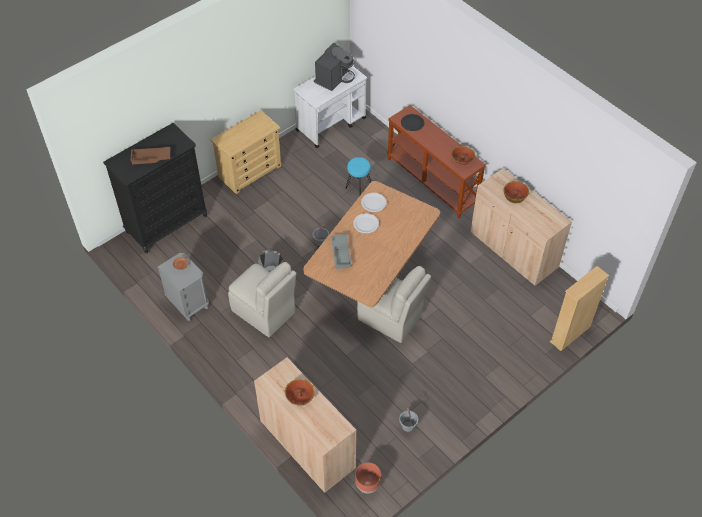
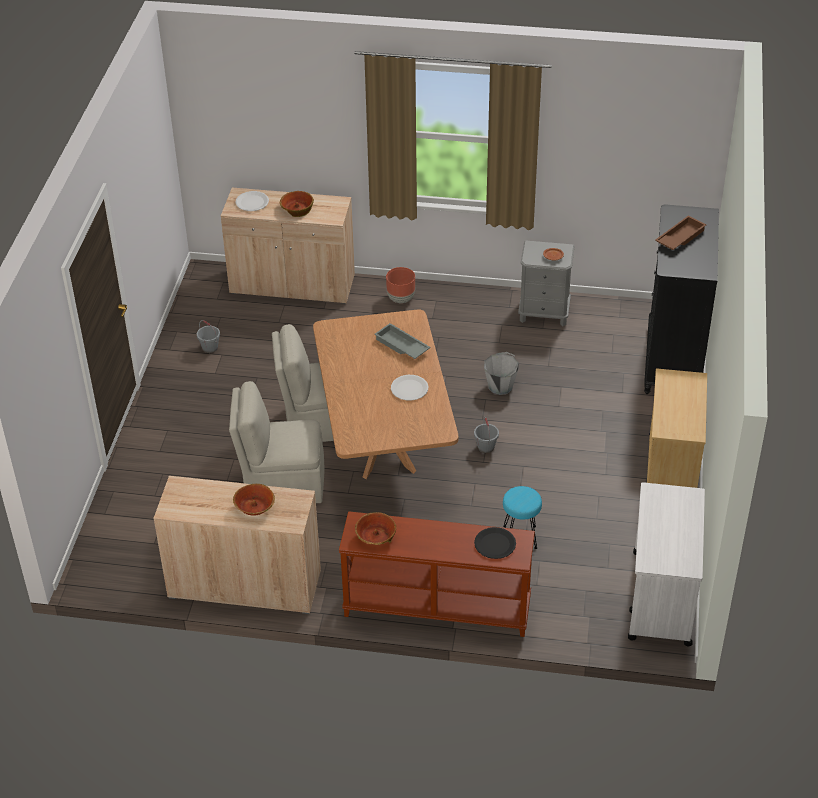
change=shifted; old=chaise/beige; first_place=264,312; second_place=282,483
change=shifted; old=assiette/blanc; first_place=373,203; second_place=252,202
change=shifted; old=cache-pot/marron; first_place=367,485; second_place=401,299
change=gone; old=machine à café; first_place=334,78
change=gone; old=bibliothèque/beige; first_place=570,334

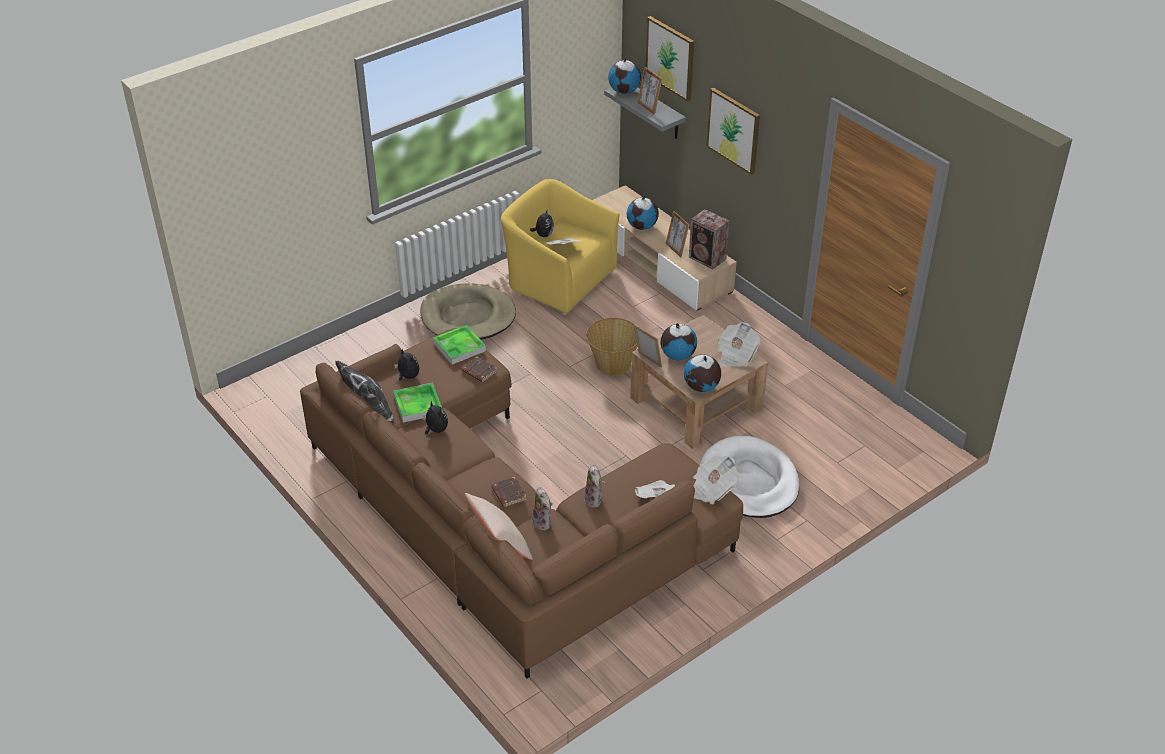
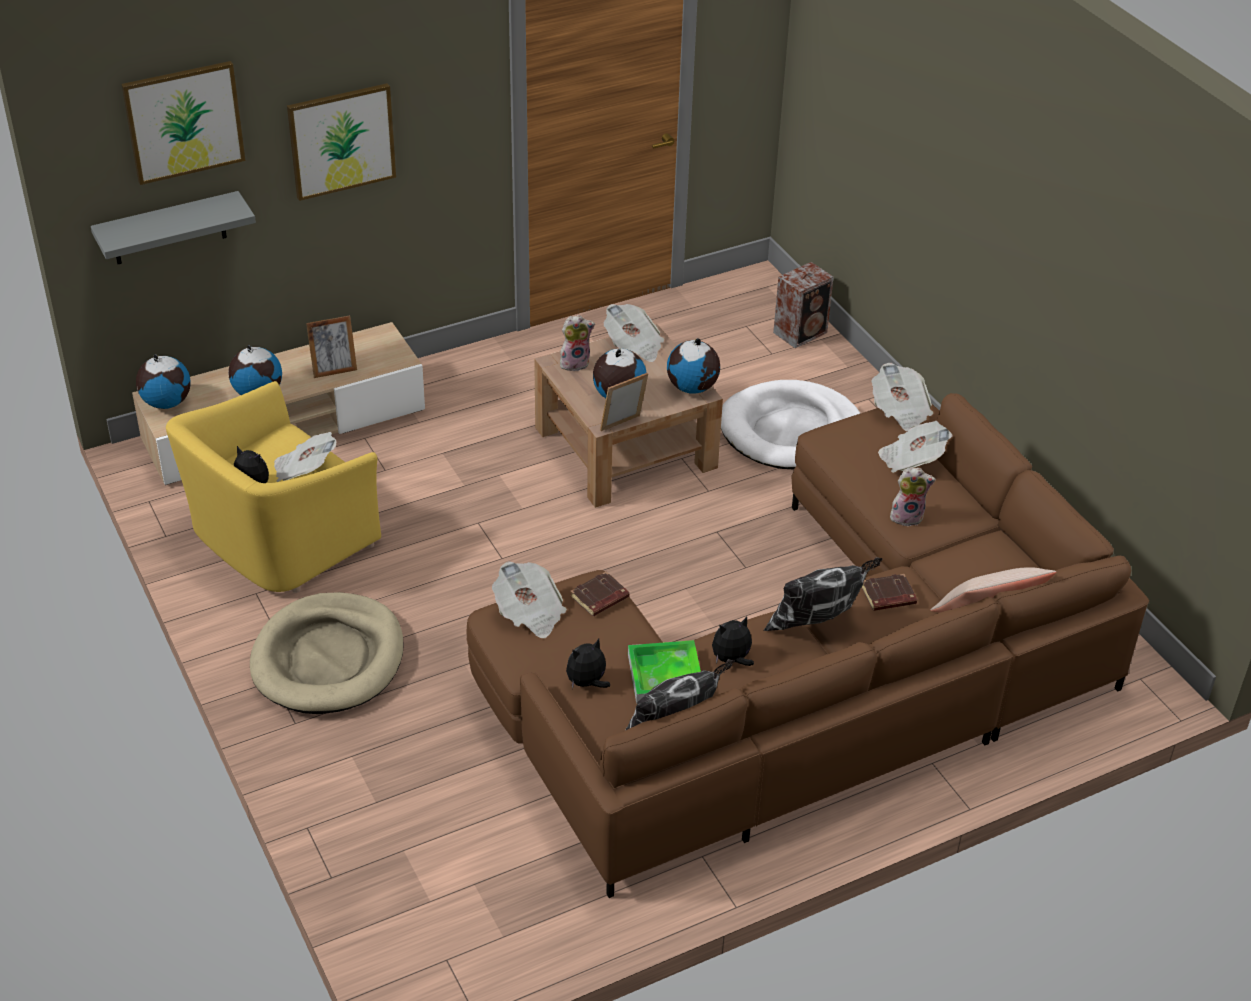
change=shifted; old=globe; first_place=624,91; second_place=166,402
change=swapped; old=plateau; new=journal; first_place=459,347; second_place=529,613
change=shifted; old=peluche; first_place=543,522; second_place=575,363
change=new; new=coussin; second_place=817,629
change=shifted; old=enceinte; first_place=708,259; second_place=801,332
change=gone; old=panier; first_place=612,364
change=gone; old=cadre photo; first_place=649,107

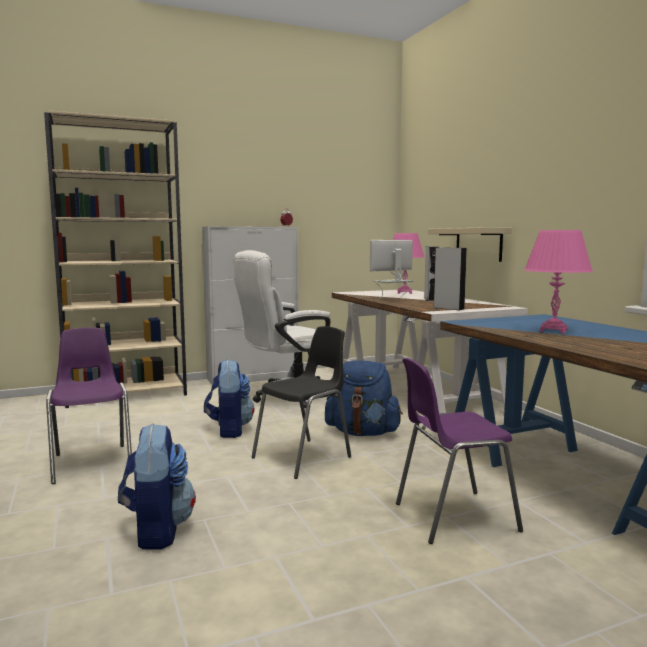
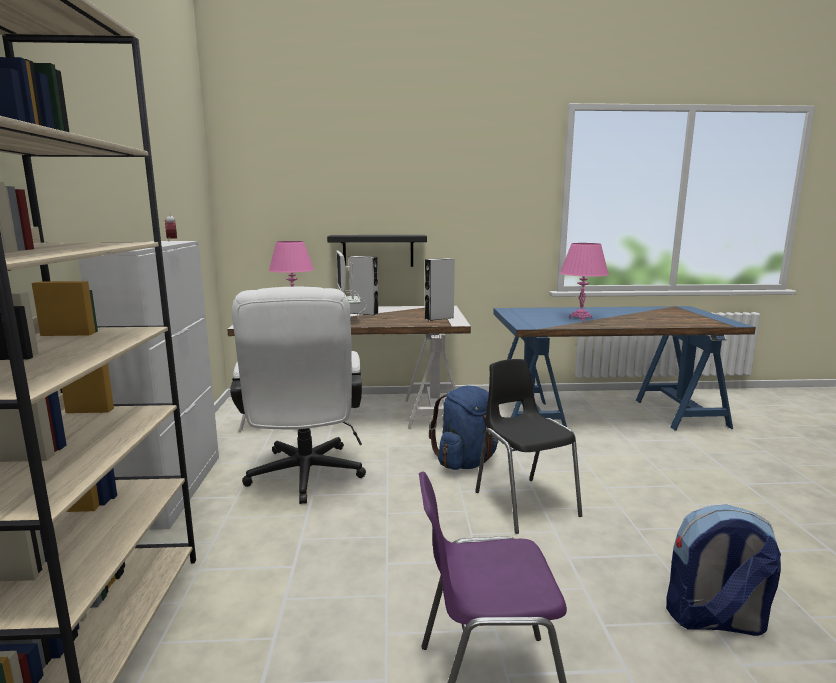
change=repainted; old=étagère/beige; new=étagère/noir; first_place=478,244; second_place=378,250
change=gone; old=sac à dos; first_place=229,430
change=gone; old=chaise/violet; first_place=452,517

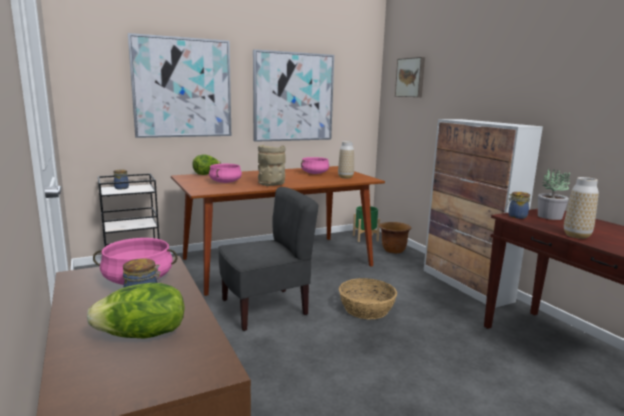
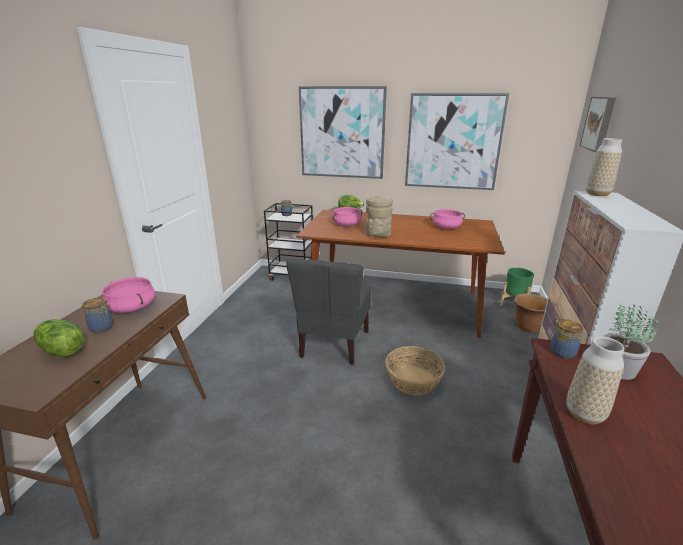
change=rotated; old=chaise/gris; first_place=265,308; second_place=333,344; degrees=90
change=shifted; old=vase; first_place=345,177; second_place=597,194

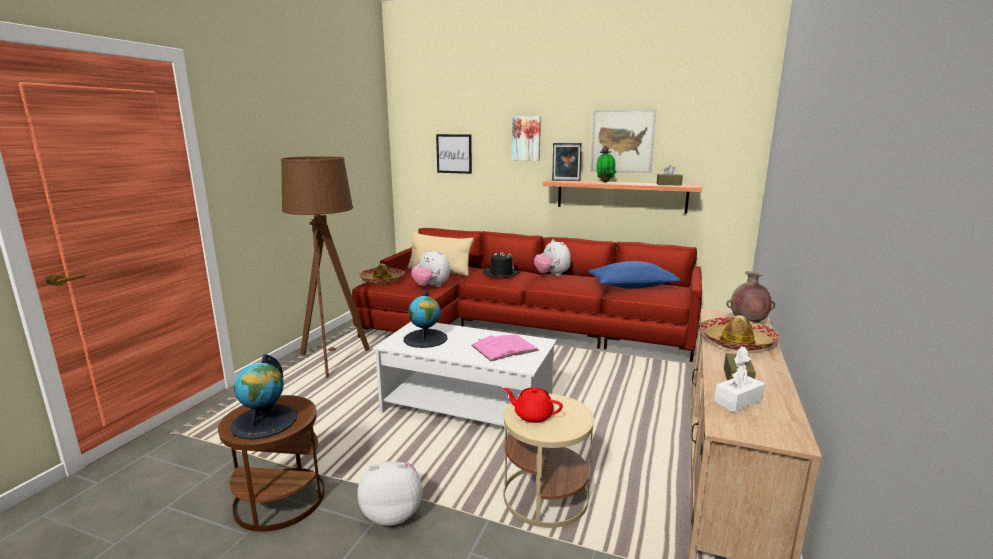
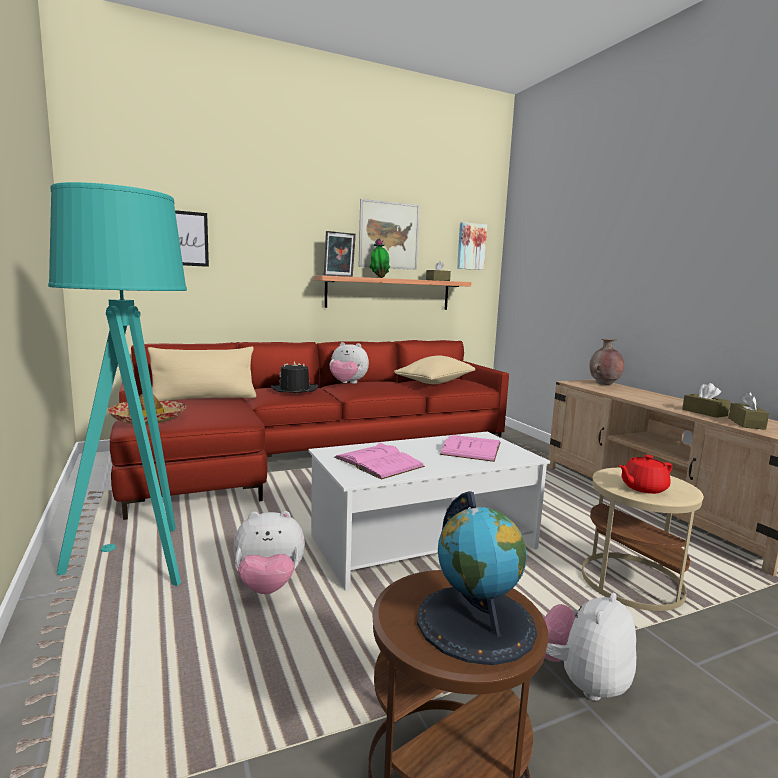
change=repainted; old=lampadaire/marron; new=lampadaire/turquoise; first_place=333,360; second_place=139,560
change=shifted; old=peluche; first_place=431,286; second_place=268,585
change=swapped; old=globe; new=livre/rose; first_place=425,338; second_place=378,462
change=repainted; old=coussin/bleu; new=coussin/beige; first_place=632,287; second_place=435,382
change=shifted; old=tableau; first_place=526,138; second_place=470,246
change=repainted; old=boîte à mouchoirs/blanc; new=boîte à mouchoirs/marron; first_place=738,401; second_place=746,423
change=gone; old=chapeau; first_place=737,342

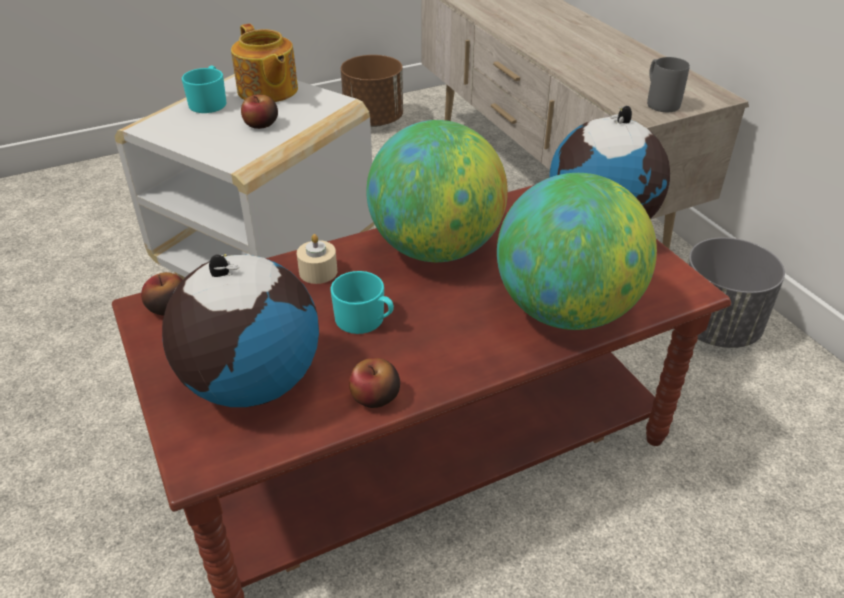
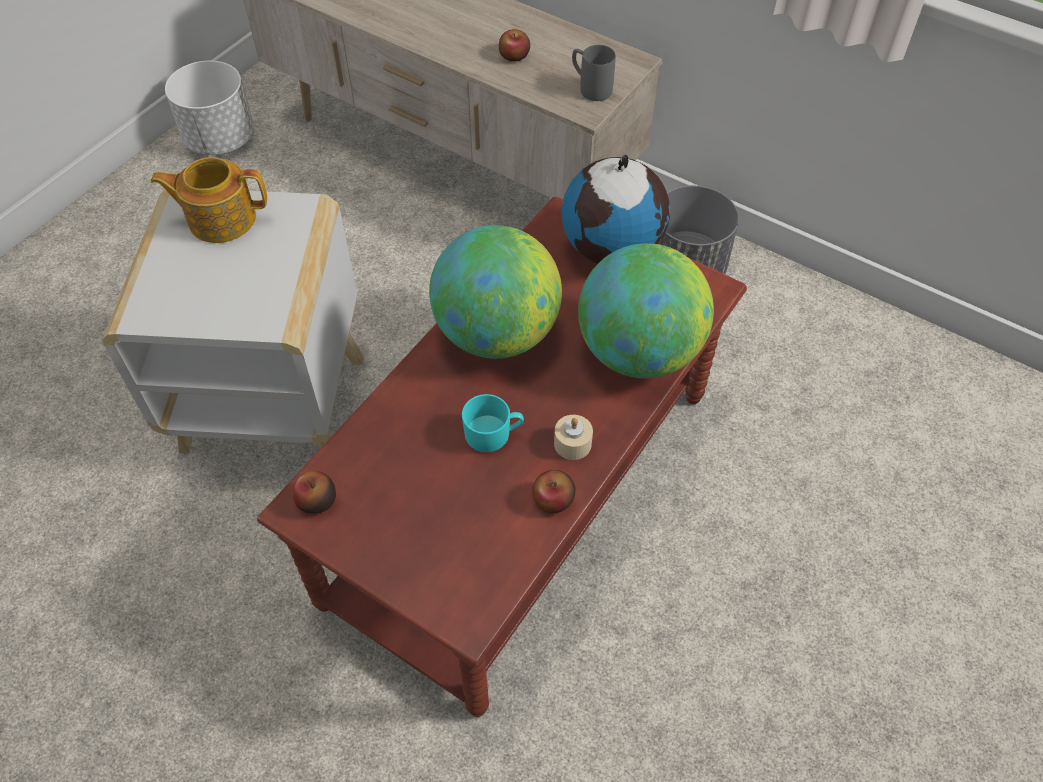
change=rotated; old=théière; first_place=267,91; second_place=220,218; degrees=150
change=repainted; old=cache-pot/marron; new=cache-pot/blanc; first_place=373,120; second_place=220,139
change=shifted; old=pomme; first_place=261,124; second_place=514,56
change=shifted; old=bougie/beige; first_place=318,272; second_place=572,444
change=gone; old=globe; first_place=251,383
change=gone; old=mug/turquoise; first_place=209,102

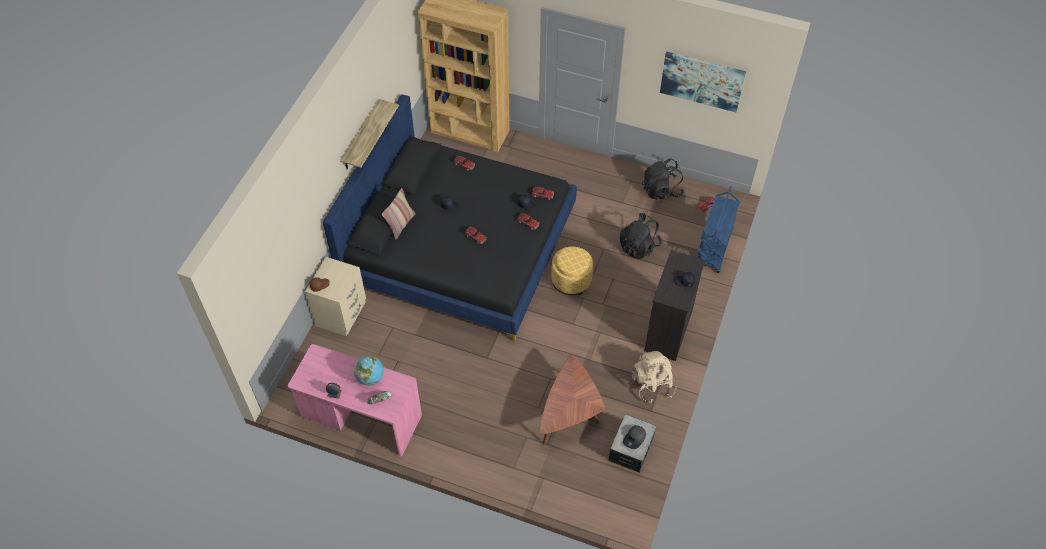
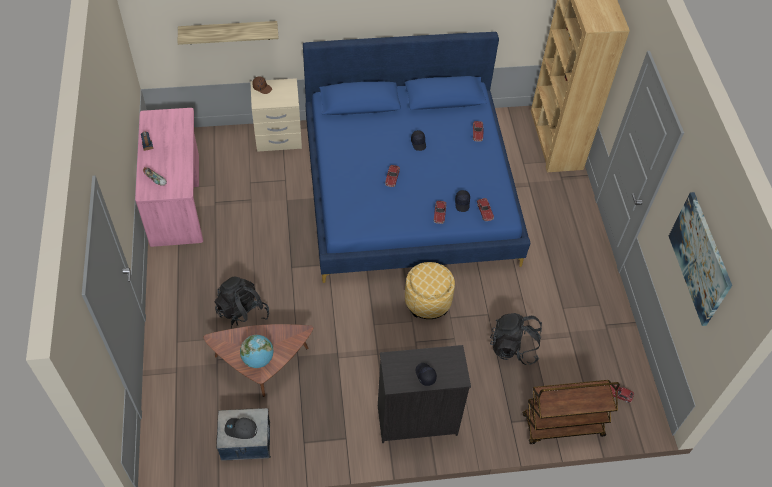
change=shifted; old=étagère; first_place=361,136; second_place=229,32
change=shifted; old=sac à dos/noir; first_place=661,190; second_place=242,314
change=shifted; old=globe; first_place=370,378; second_place=258,359
change=repainted; old=lit/noir; new=lit/bleu; first_place=459,246; second_place=409,190
change=repainted; old=chariot/bleu; new=chariot/marron; first_place=714,249; second_place=562,426
change=gone; old=coussin; first_place=400,224
change=gone; old=sac à dos/beige; first_place=652,385

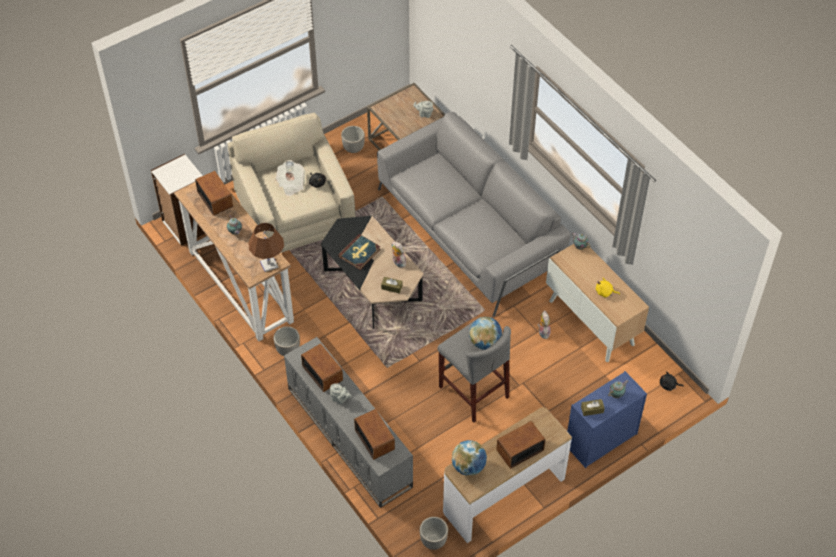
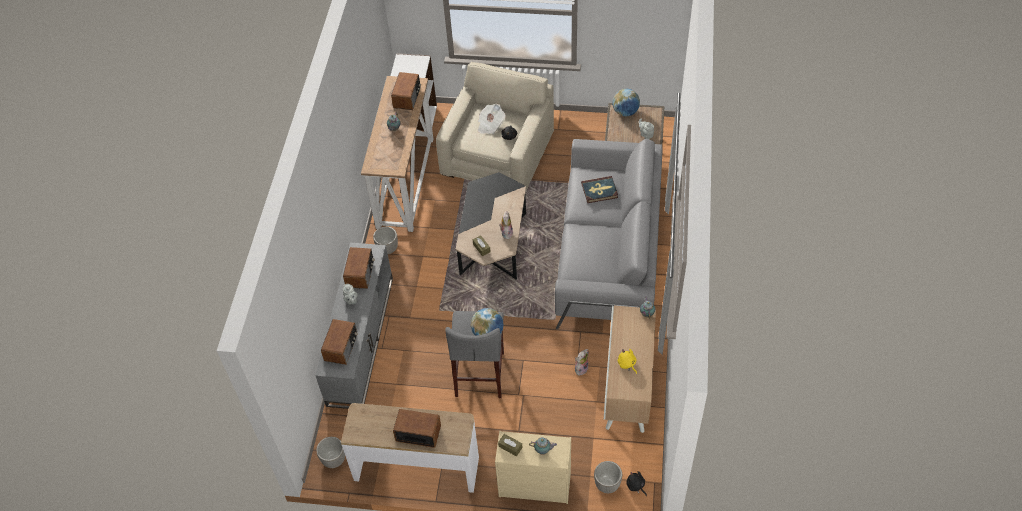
change=repainted; old=commode/bleu; new=commode/beige; first_place=600,440; second_place=533,485
change=shifted; old=livre; first_place=359,253; second_place=599,191
change=shifted; old=cache-pot; first_place=353,149; second_place=607,485
change=shifted; old=globe; first_place=468,466; second_place=625,112
change=gone; old=lampe de table/marron; first_place=269,264

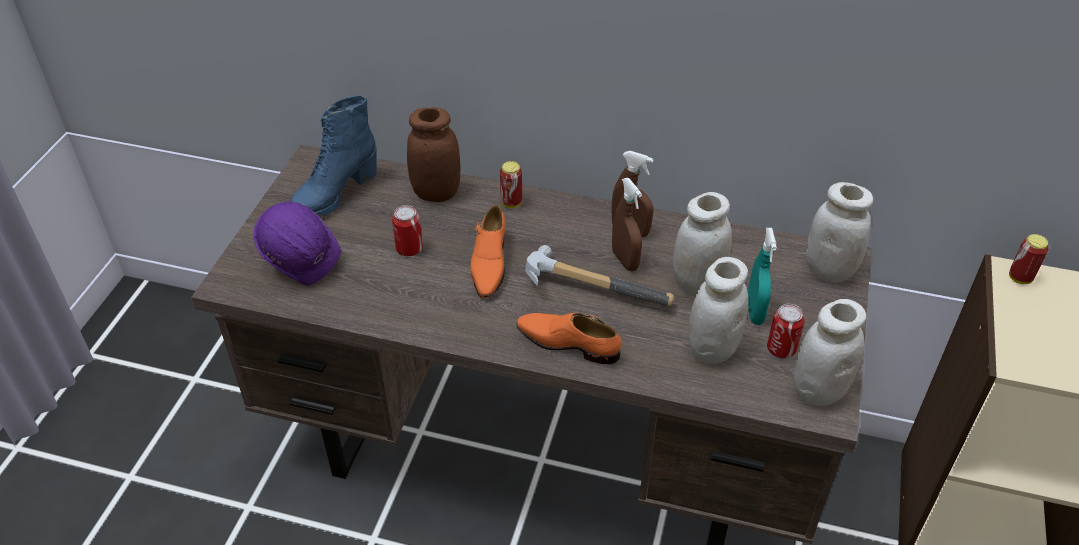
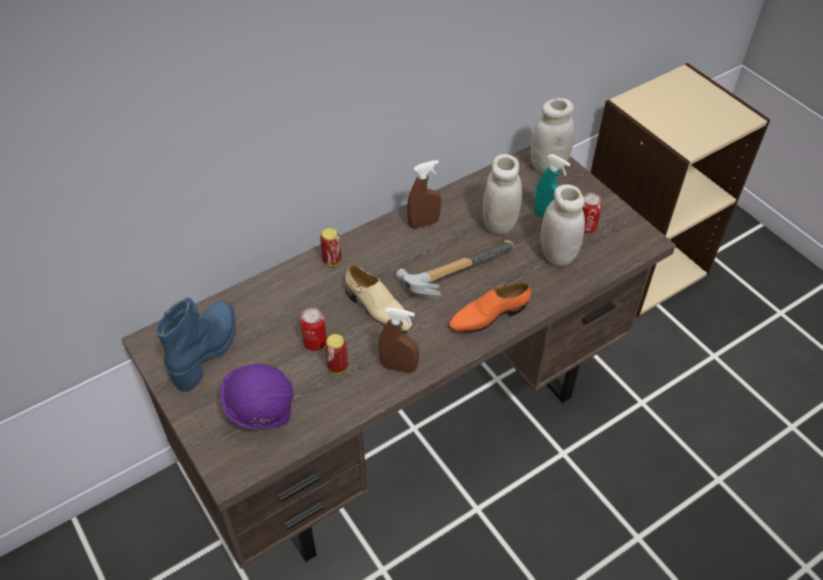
change=rotated; old=botte/bleu; first_place=334,195; second_place=207,351; degrees=-150
change=shifted; old=boîte métallique; first_place=1020,278; second_place=337,367
change=repainted; old=chaussure/orange; new=chaussure/beige; first_place=489,264; second_place=377,310
change=shifted; old=vaporisateur/marron; first_place=625,260; second_place=399,367
change=gone; old=bocal/marron; first_place=436,193
change=gone; old=bocal/blanc; first_place=818,390

